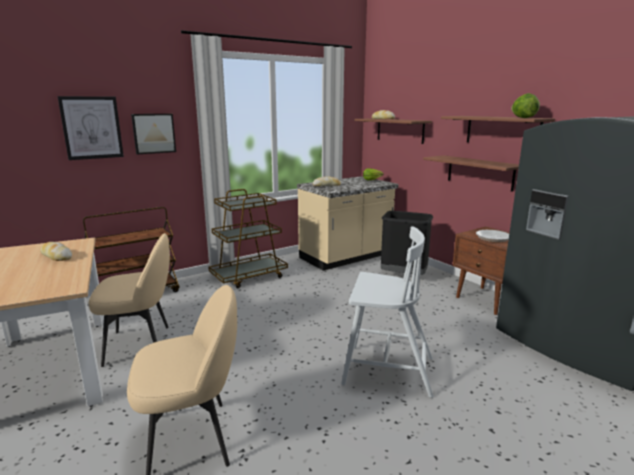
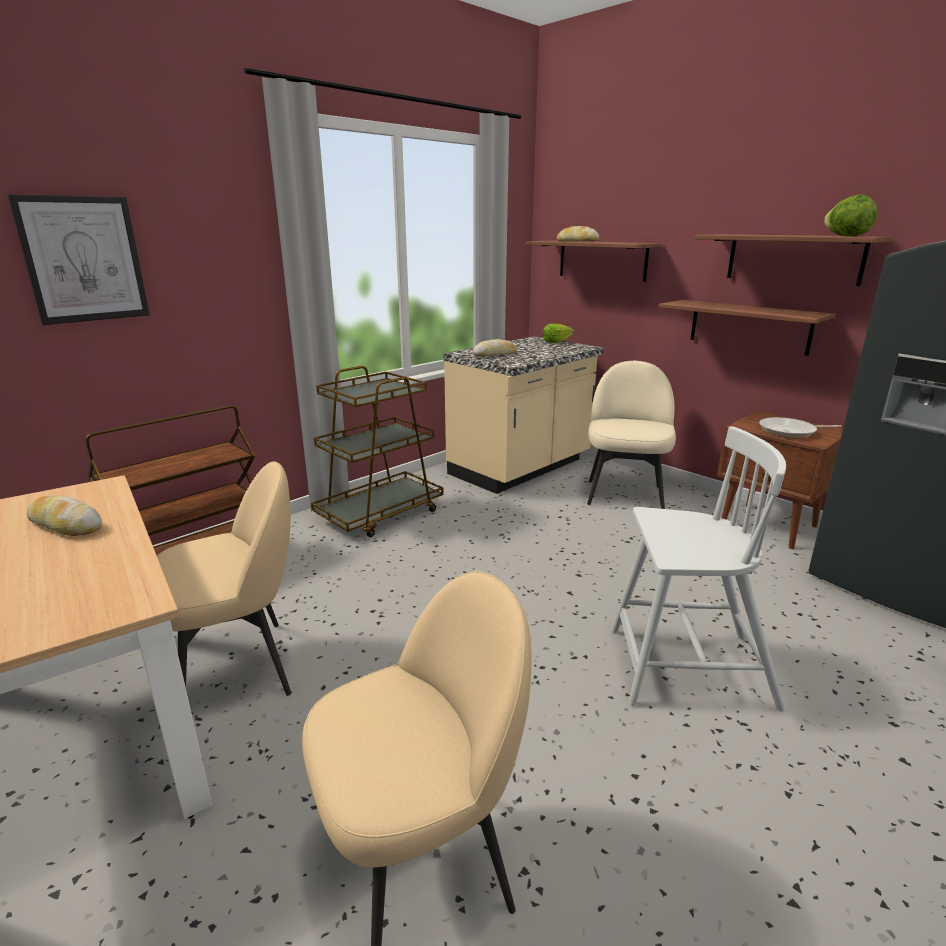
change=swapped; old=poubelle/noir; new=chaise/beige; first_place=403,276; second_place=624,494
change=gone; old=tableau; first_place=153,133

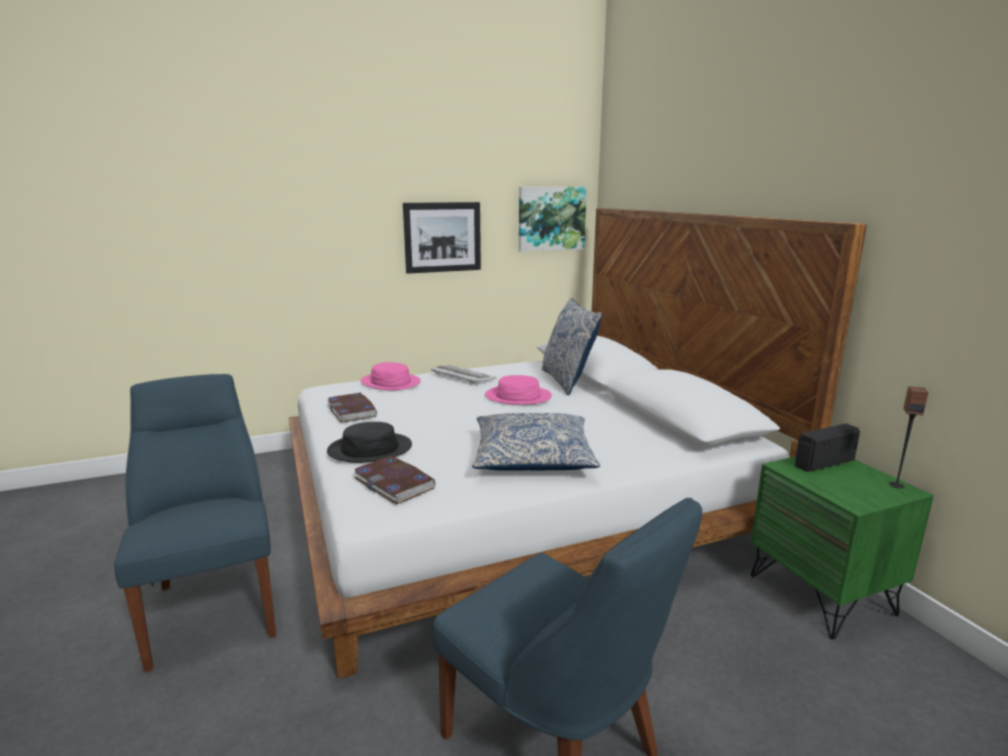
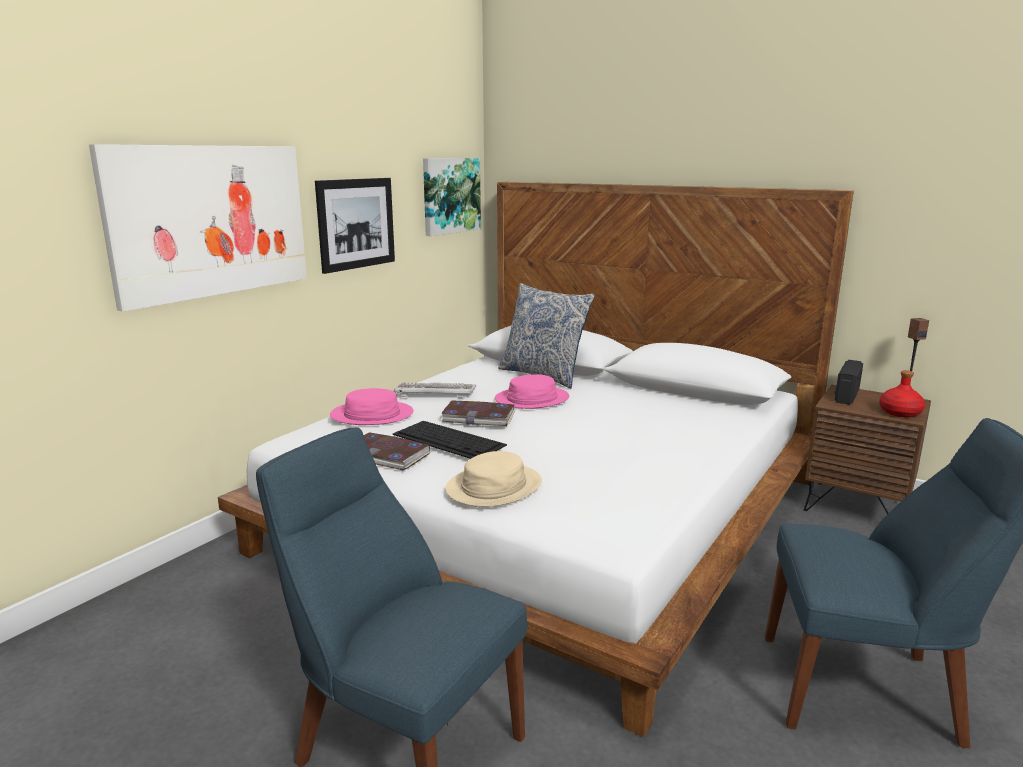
change=new; new=tableau; second_place=211,221
change=new; new=clavier; second_place=450,440
change=shifted; old=livre; first_place=394,483; second_place=478,417
change=repainted; old=chapeau/noir; new=chapeau/beige; first_place=370,449; second_place=493,487
change=repainted; old=table de chevet/vert; new=table de chevet/marron; first_place=822,594; second_place=857,506
change=new; new=bouteille/rouge; second_place=900,412
change=gone; old=coussin; first_place=533,457

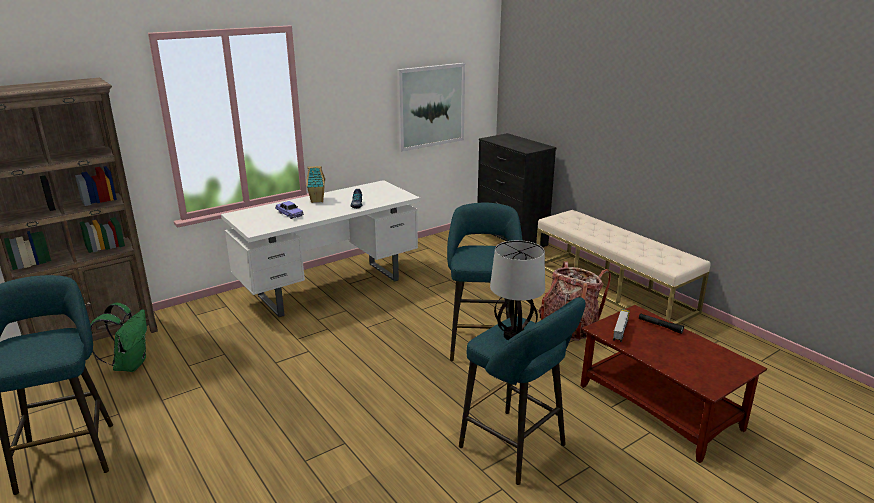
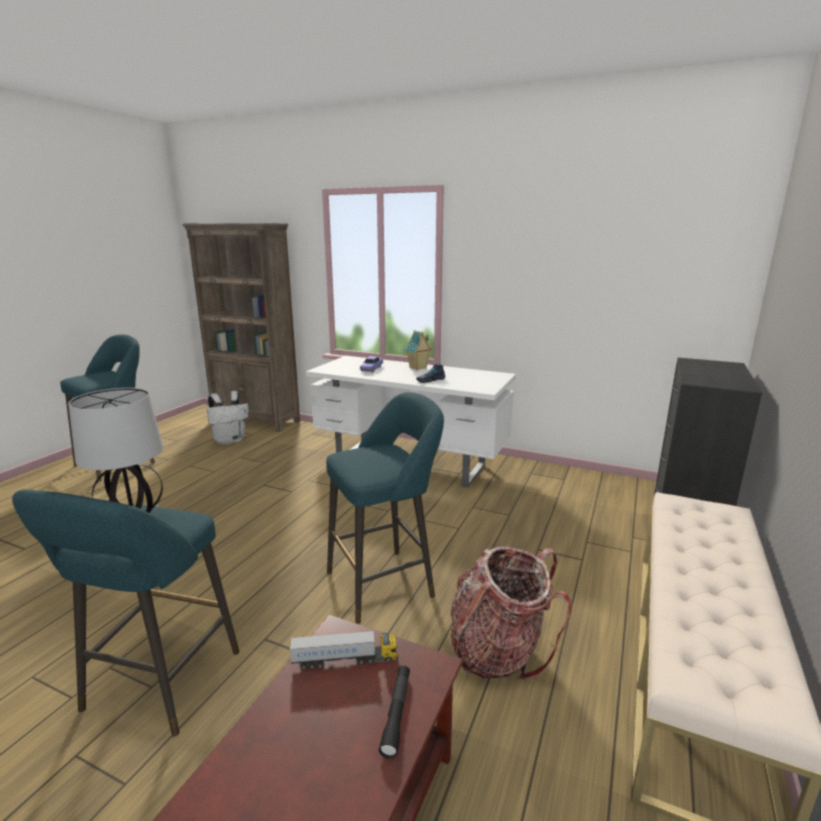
change=repainted; old=sac à dos/vert; new=sac à dos/blanc; first_place=129,364; second_place=230,440
change=gone; old=tableau; first_place=431,106

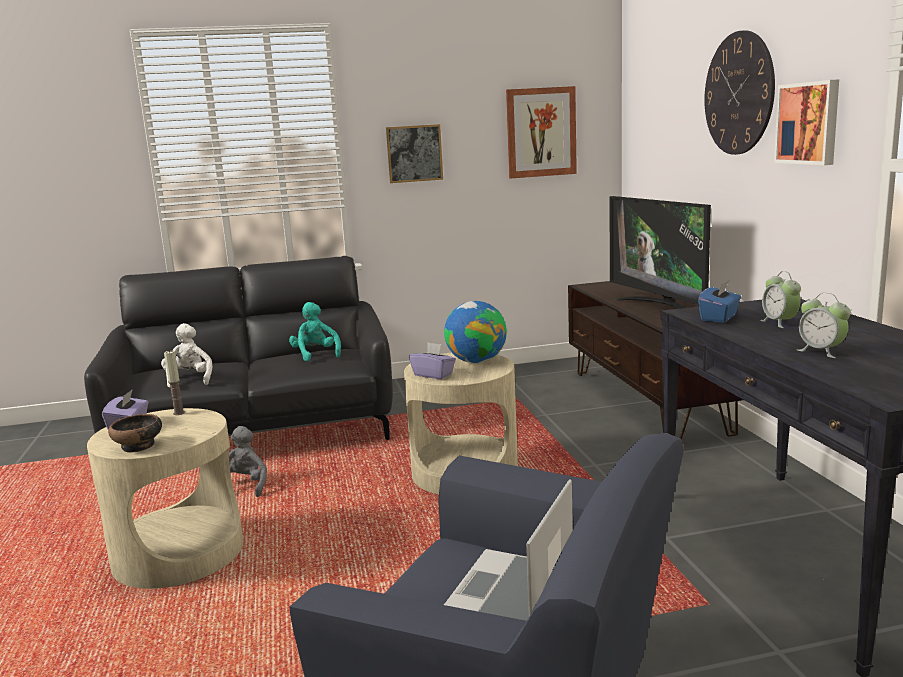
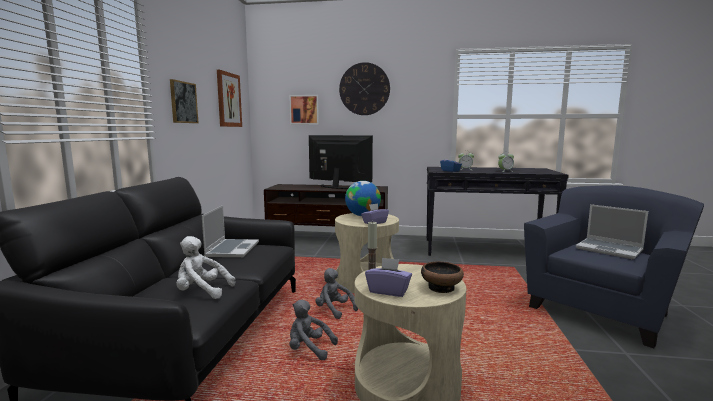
change=swapped; old=peluche/turquoise; new=ordinateur portable; first_place=316,354; second_place=232,249
change=shifted; old=tableau; first_place=809,123; second_place=304,110
change=rotated; old=téléviseur; first_place=659,306; second_place=338,187; degrees=-150
change=new; new=peluche/gris; second_place=334,310

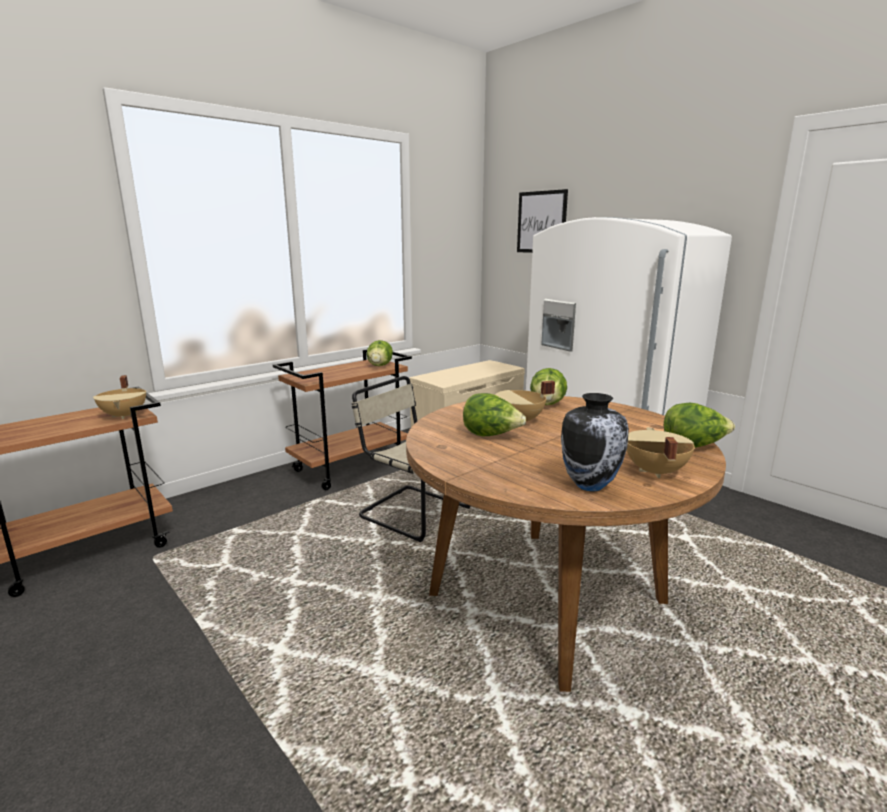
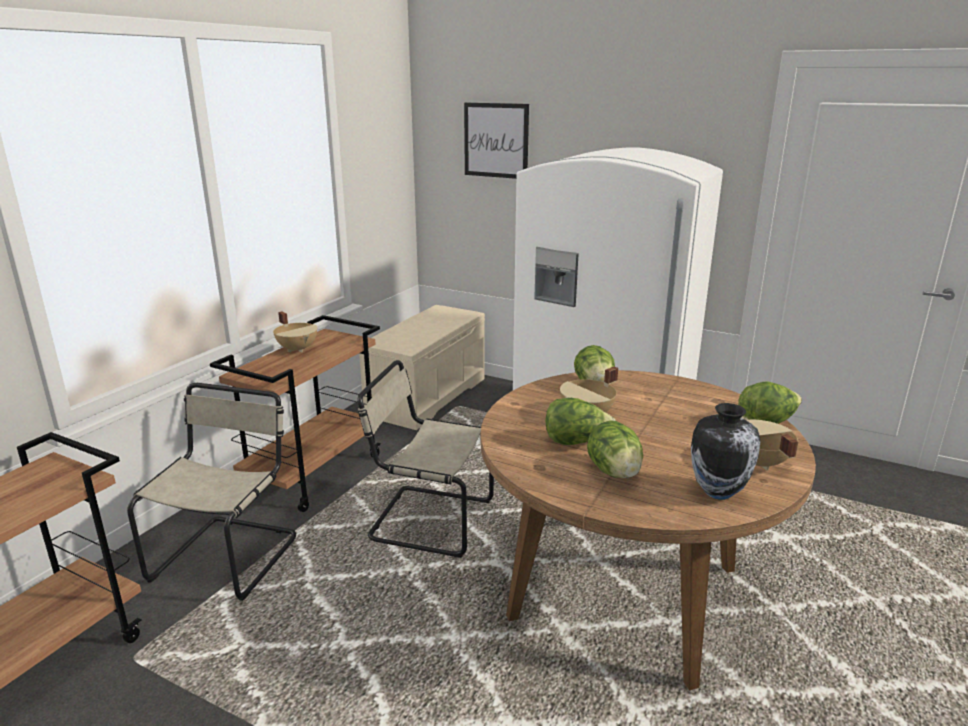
change=new; new=chaise/beige; second_place=229,555
change=shifted; old=marmite/beige; first_place=125,415; second_place=298,349
change=shifted; old=laitue; first_place=380,366; second_place=614,472

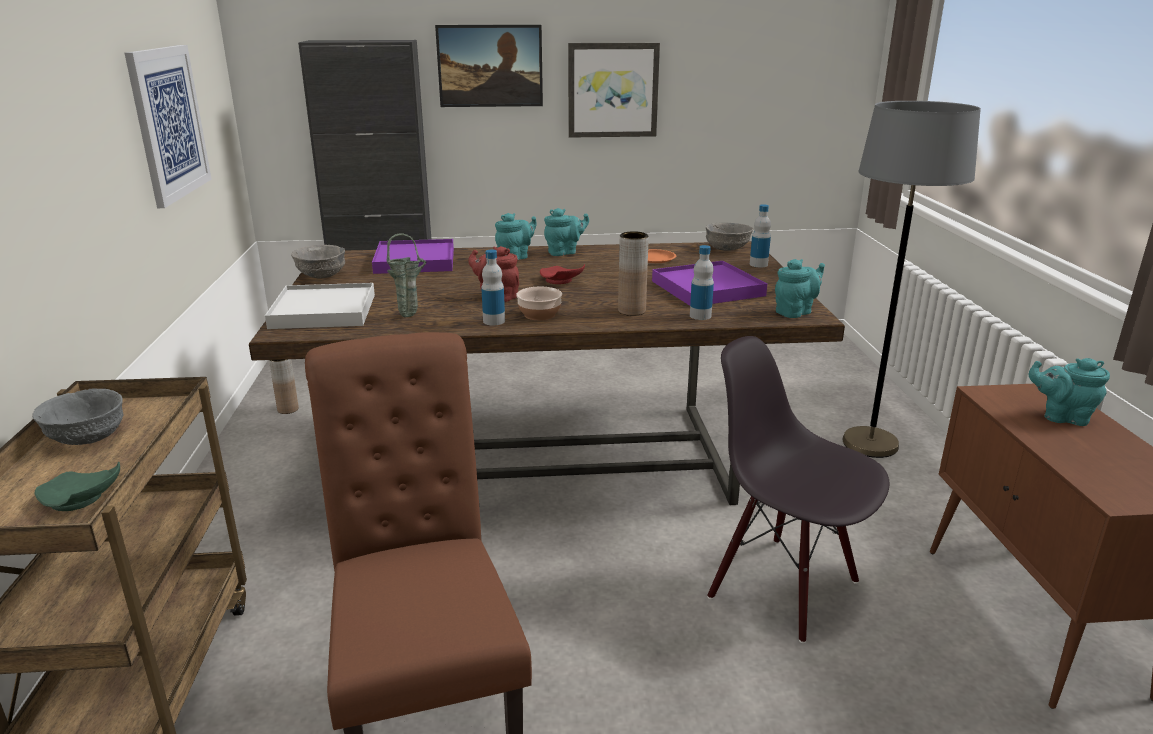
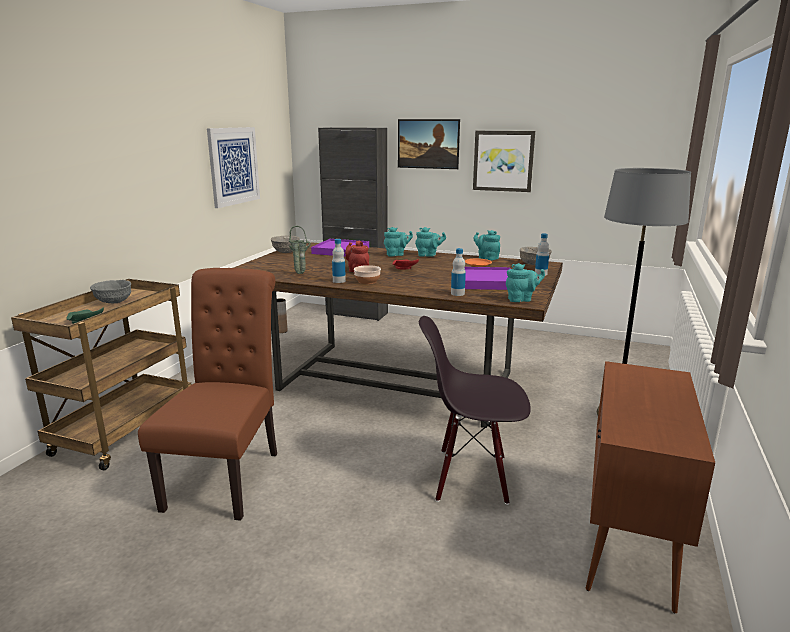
change=rotated; old=chaise/noir; first_place=784,587; second_place=471,477; degrees=-60
change=shifted; old=théière/turquoise; first_place=1062,417; second_place=486,258
change=gone; old=plateau/blanc; first_place=324,311
change=gone; old=vase/marron; first_place=631,311

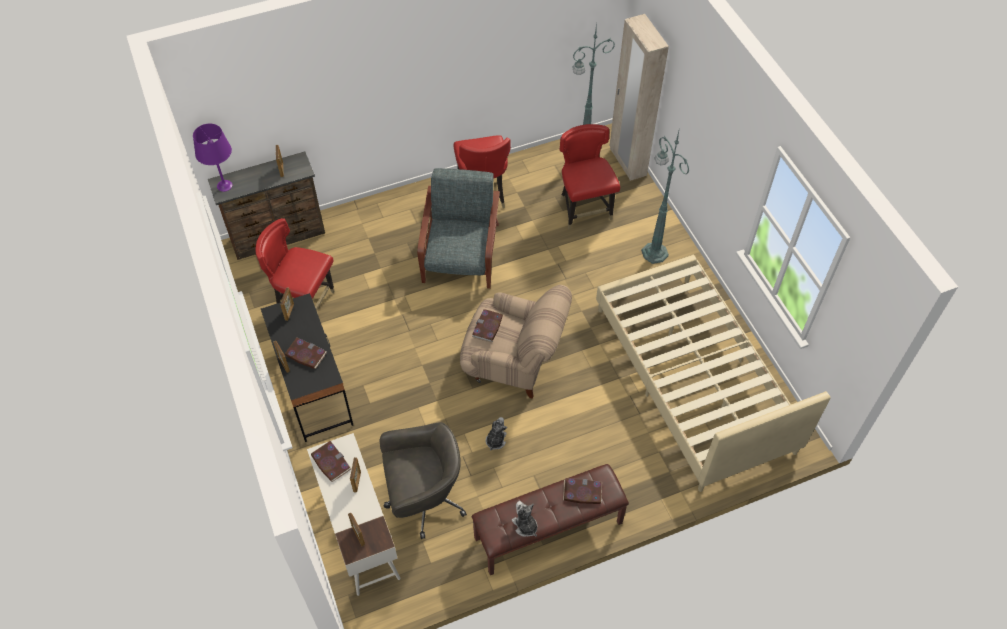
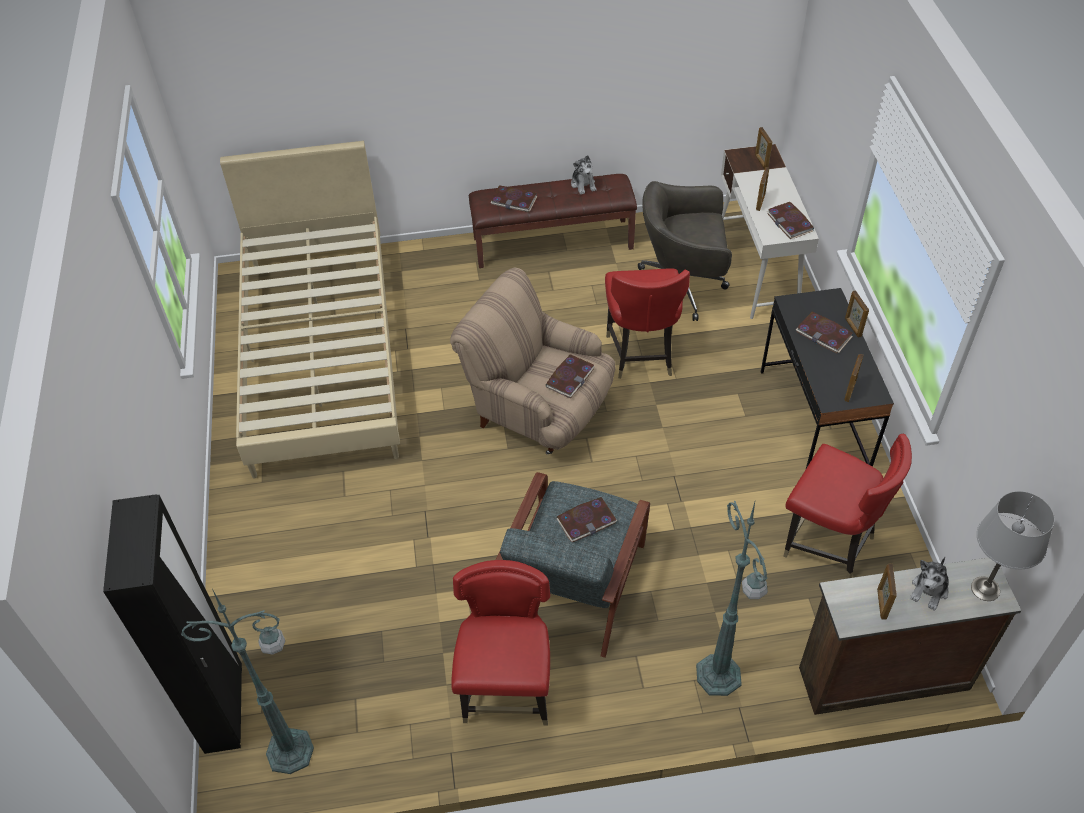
change=repainted; old=armoire/beige; new=armoire/noir; first_place=627,162; second_place=225,709
change=new; new=livre; second_place=586,521
change=shifted; old=chaise/rouge; first_place=584,210; second_place=641,354
change=shifted; old=lampadaire/vert; first_place=654,252; second_place=719,677
change=shifted; old=peluche; first_place=495,440; second_place=929,590
change=repainted; old=lampe de table/violet; new=lampe de table/gris; first_place=224,185; second_place=985,589

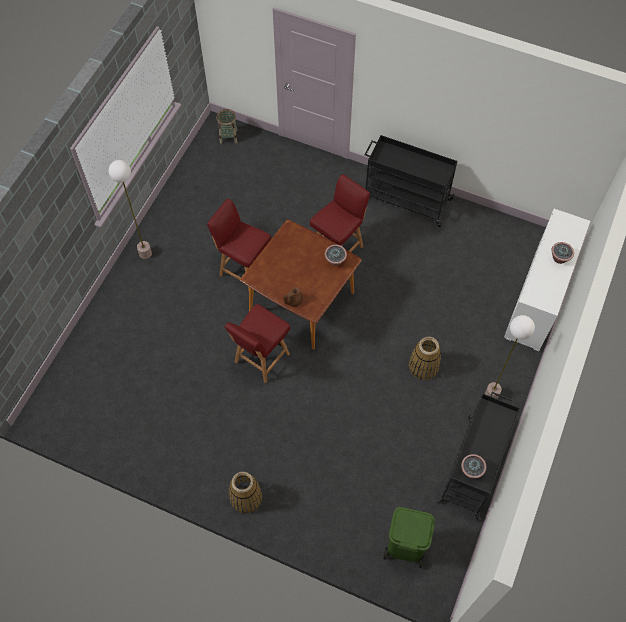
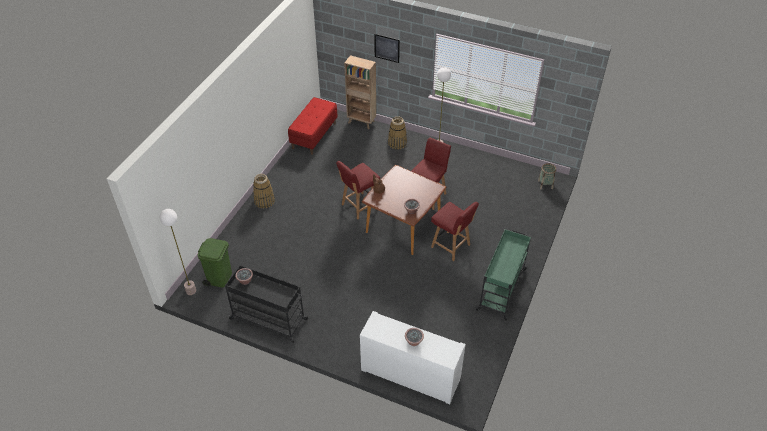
change=shifted; old=lampadaire; first_place=492,394; second_place=191,291
change=new; new=banc/rouge; second_place=314,135
change=rotated; old=chaise/rouge; first_place=261,359; second_place=359,206; degrees=-75
change=new; new=bibliothèque/marron; second_place=361,122
change=new; new=tableau; second_place=387,48
change=shifted; old=panier; first_place=423,366; second_place=397,143
change=repainted; old=chariot/noir; new=chariot/vert; first_place=405,199; second_place=502,289

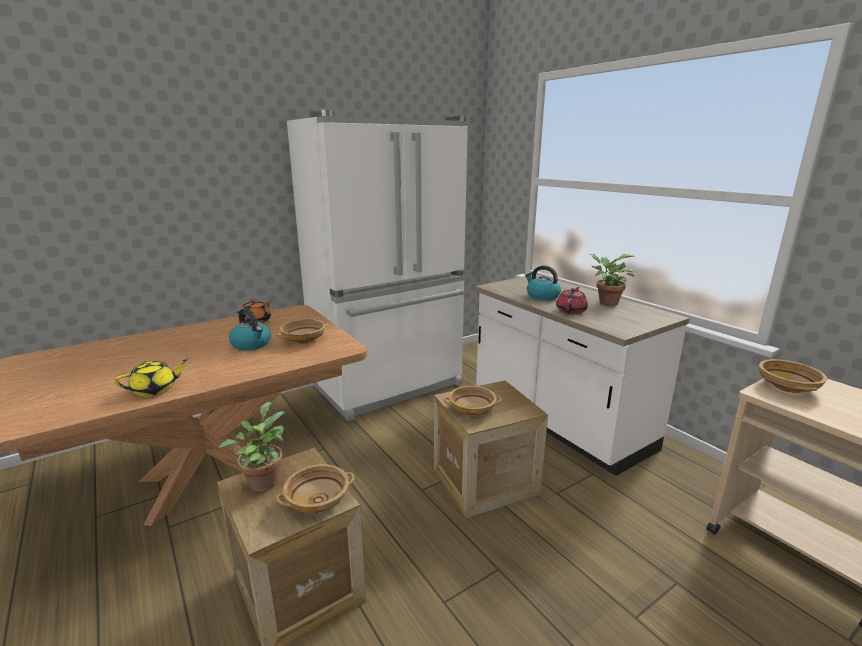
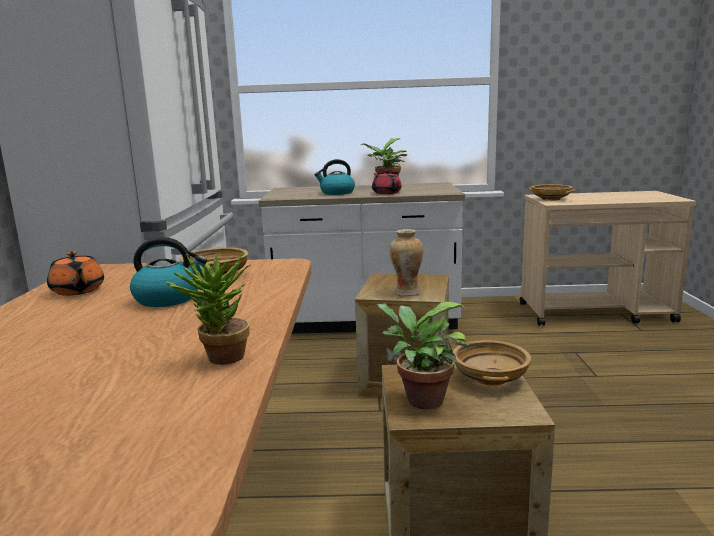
change=swapped; old=théière/jaune; new=plante en pot; first_place=155,389; second_place=219,359
change=swapped; old=bol/beige; new=vase; first_place=472,410; second_place=406,292

